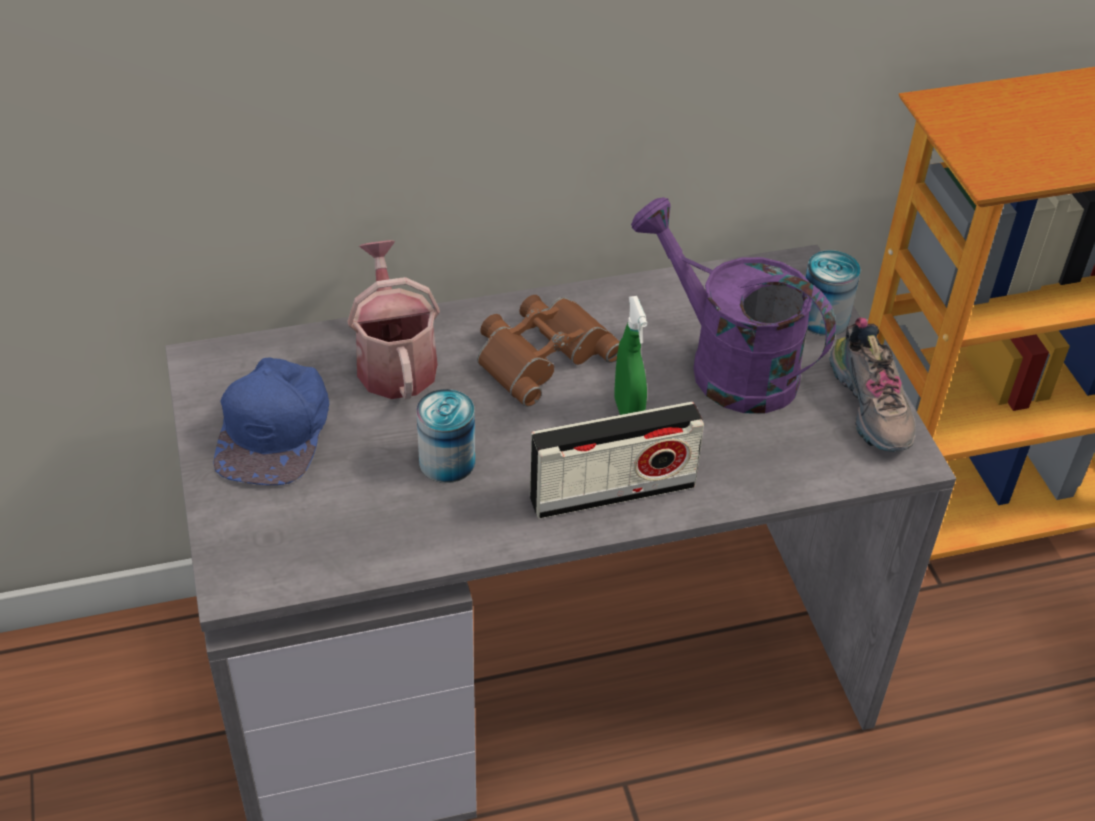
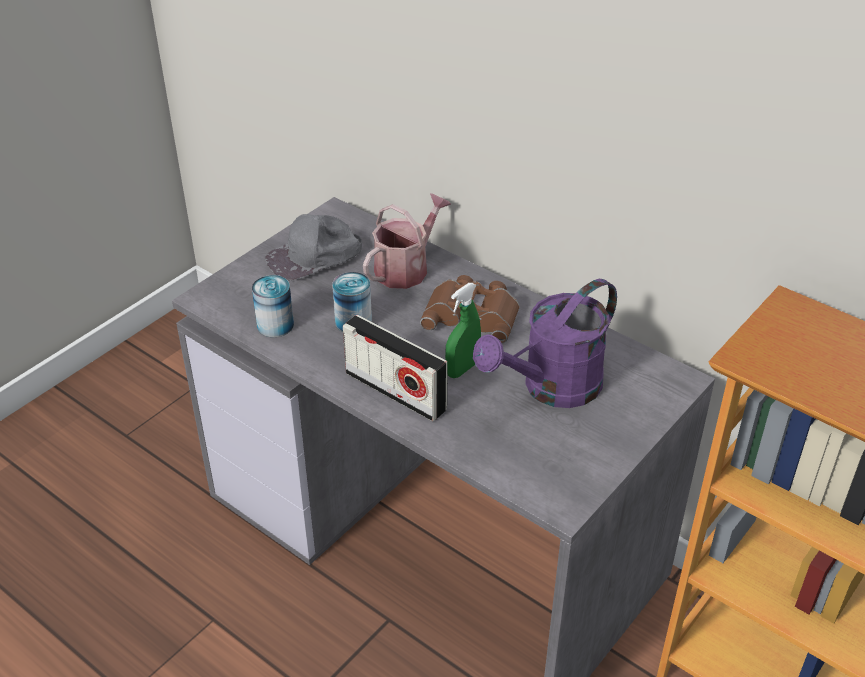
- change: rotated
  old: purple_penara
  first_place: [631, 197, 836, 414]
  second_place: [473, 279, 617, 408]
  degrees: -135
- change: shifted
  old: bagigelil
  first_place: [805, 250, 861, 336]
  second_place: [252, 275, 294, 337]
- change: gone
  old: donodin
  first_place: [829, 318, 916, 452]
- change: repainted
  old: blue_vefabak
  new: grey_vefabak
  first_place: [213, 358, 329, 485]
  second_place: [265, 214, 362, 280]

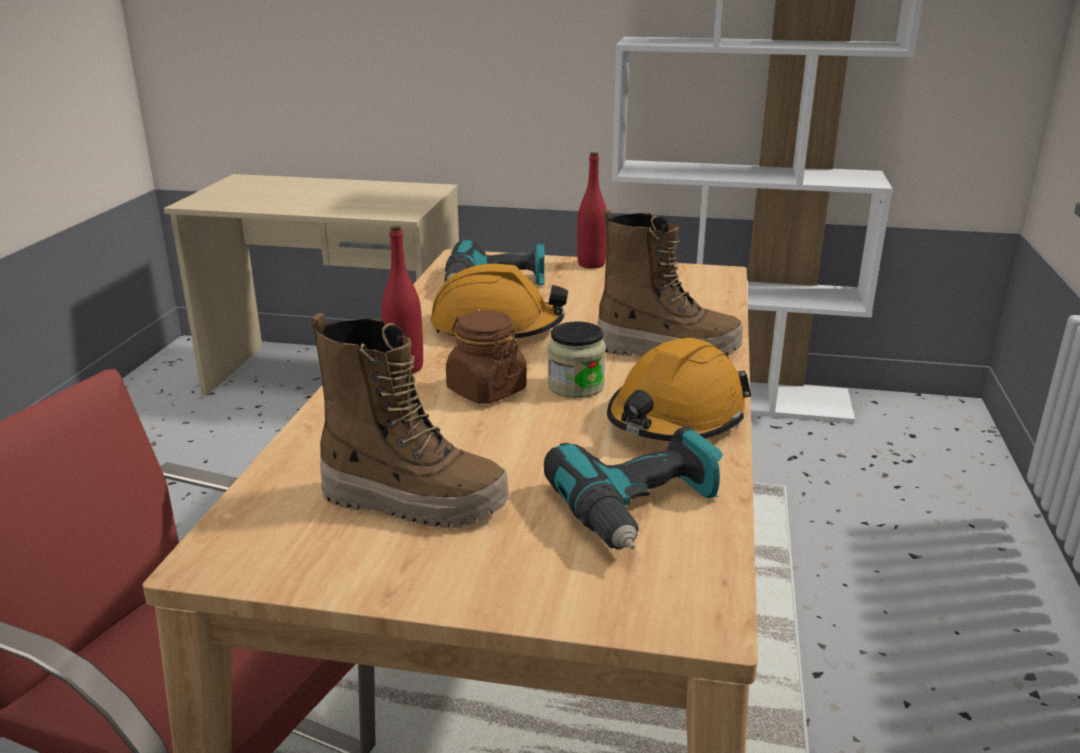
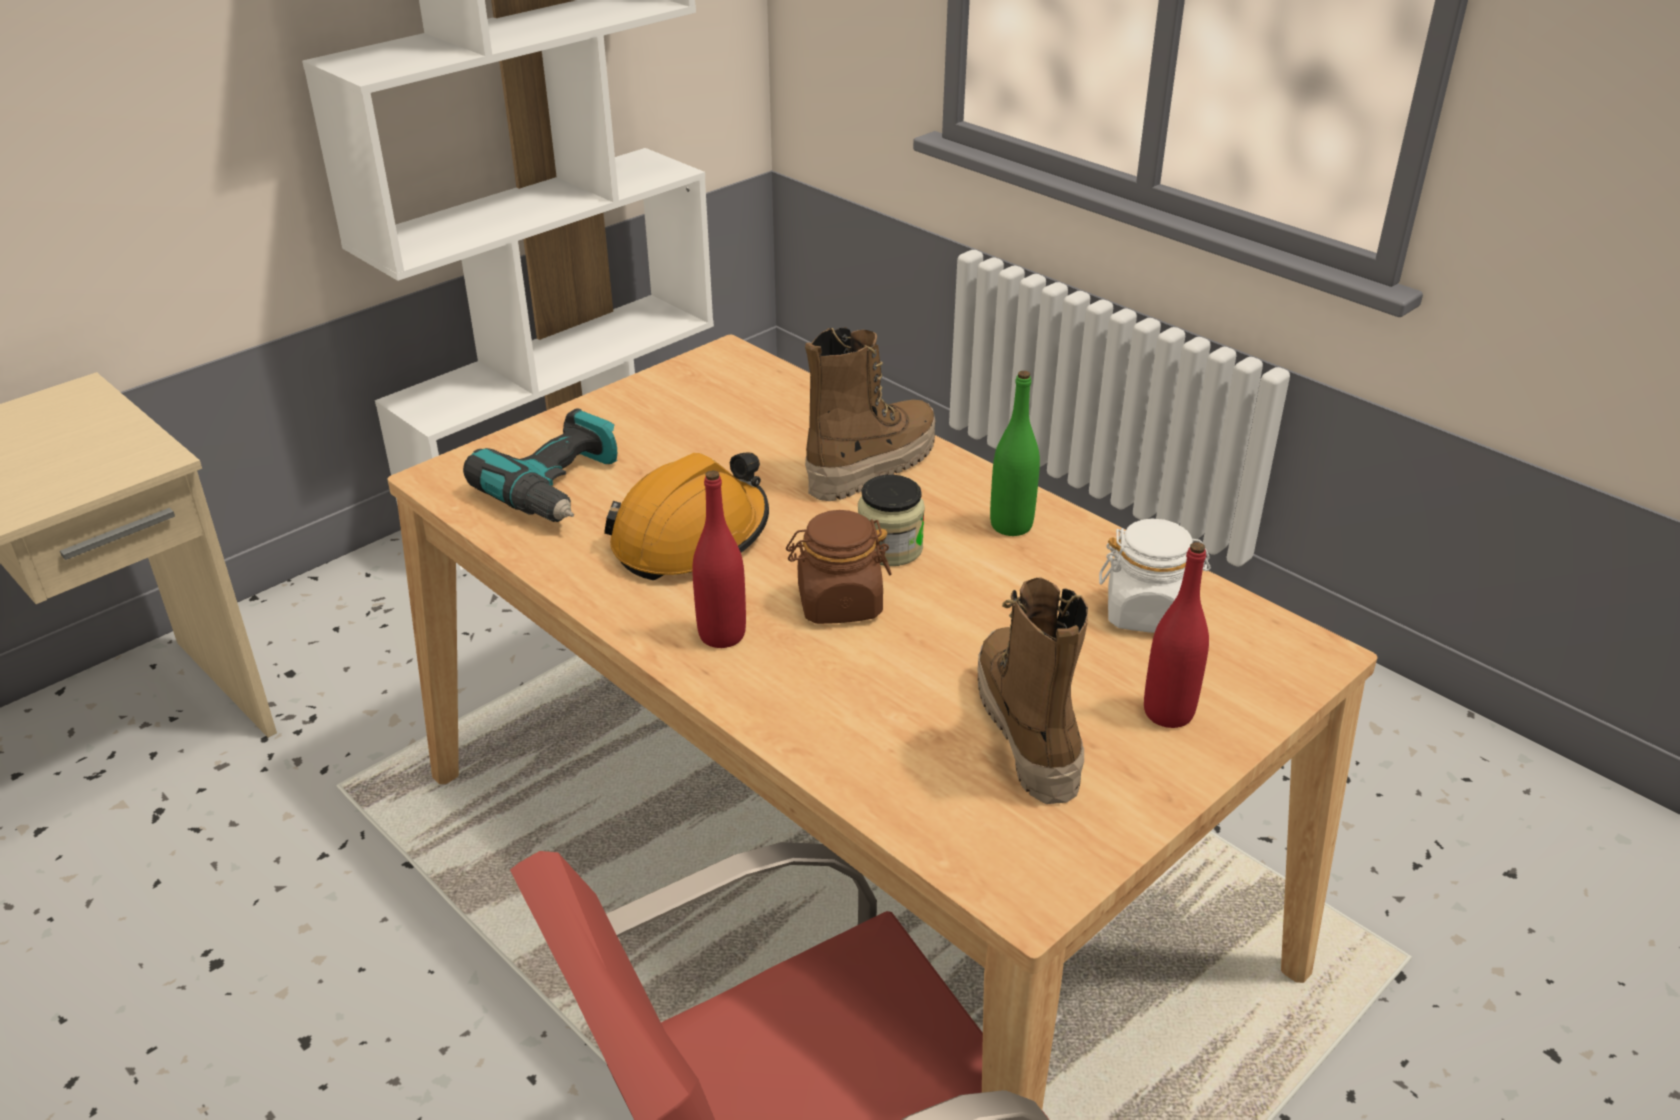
- change: shifted
  old: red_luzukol
  first_place: [577, 152, 607, 269]
  second_place: [1144, 542, 1209, 728]
- change: rotated
  old: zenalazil
  first_place: [311, 313, 509, 528]
  second_place: [977, 577, 1088, 804]
  degrees: -60
- change: swapped
  old: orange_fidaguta
  new: green_luzukol
  first_place: [607, 338, 751, 441]
  second_place: [990, 371, 1040, 536]
- change: swapped
  old: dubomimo
  new: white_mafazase
  first_place: [544, 426, 723, 550]
  second_place: [1099, 519, 1211, 633]

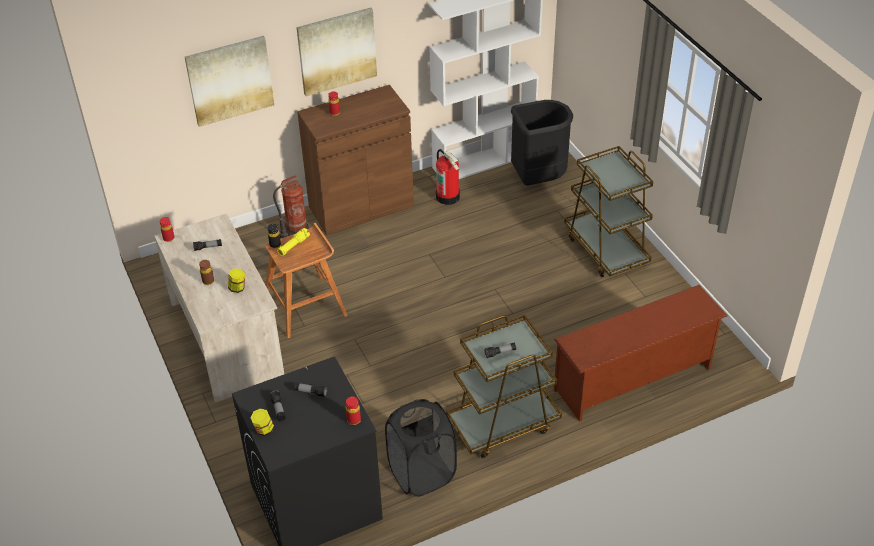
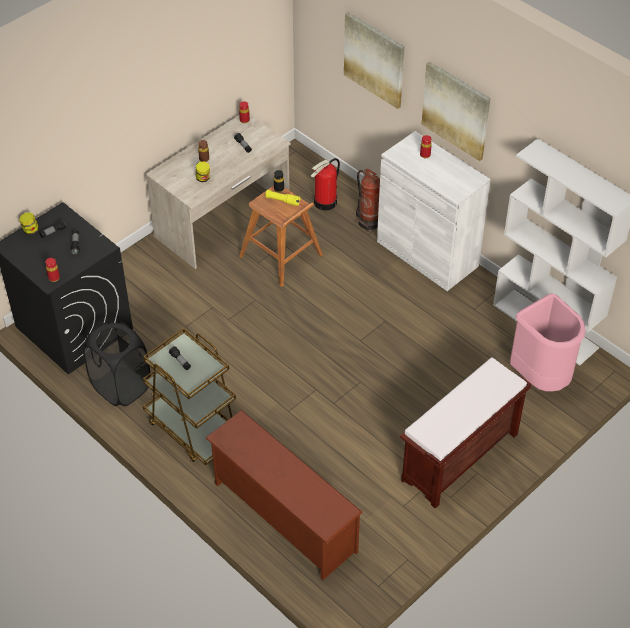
- change: repainted
  old: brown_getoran
  new: white_getoran
  first_place: [297, 85, 414, 235]
  second_place: [377, 131, 491, 291]
- change: repainted
  old: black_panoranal
  new: pink_panoranal
  first_place: [511, 100, 573, 186]
  second_place: [510, 293, 586, 392]
- change: swapped
  old: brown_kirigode
  new: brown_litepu
  first_place: [564, 146, 653, 277]
  second_place: [400, 357, 531, 509]
- change: shifted
  old: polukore
  first_place: [436, 149, 460, 205]
  second_place: [311, 158, 340, 210]

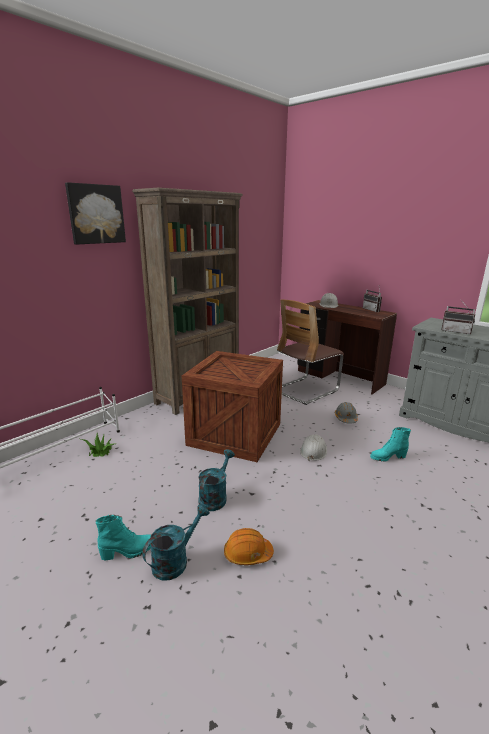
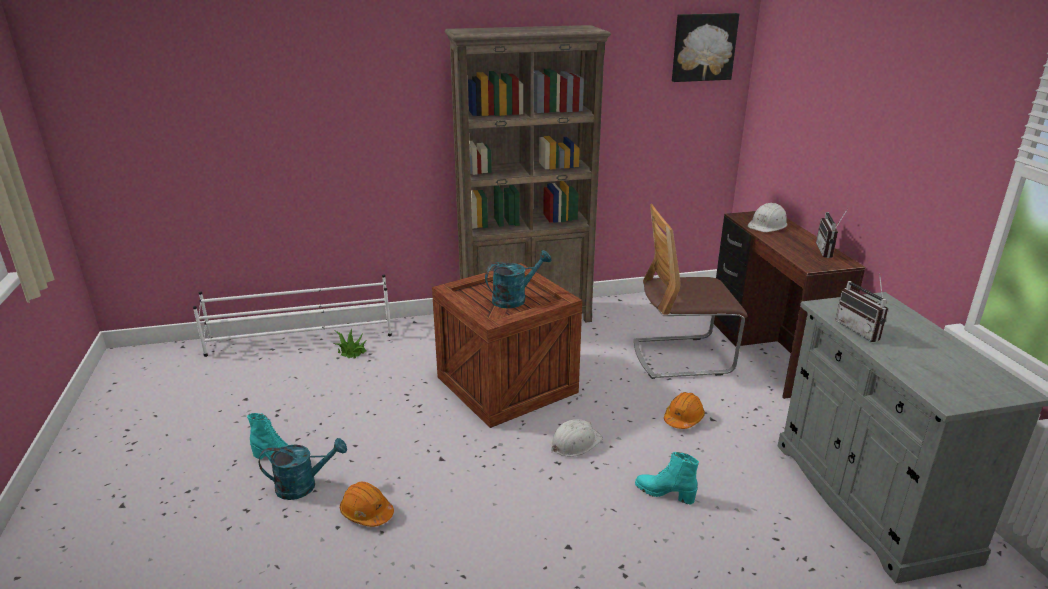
- change: shifted
  old: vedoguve
  first_place: [65, 182, 126, 244]
  second_place: [672, 13, 739, 82]
- change: repainted
  old: grey_fidaguta
  new: orange_fidaguta
  first_place: [335, 402, 358, 424]
  second_place: [664, 392, 705, 429]
- change: shifted
  old: turquoise_penara
  first_place: [198, 449, 235, 511]
  second_place: [485, 250, 552, 308]

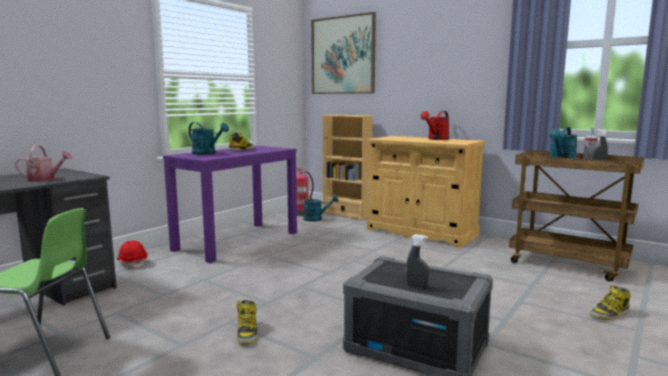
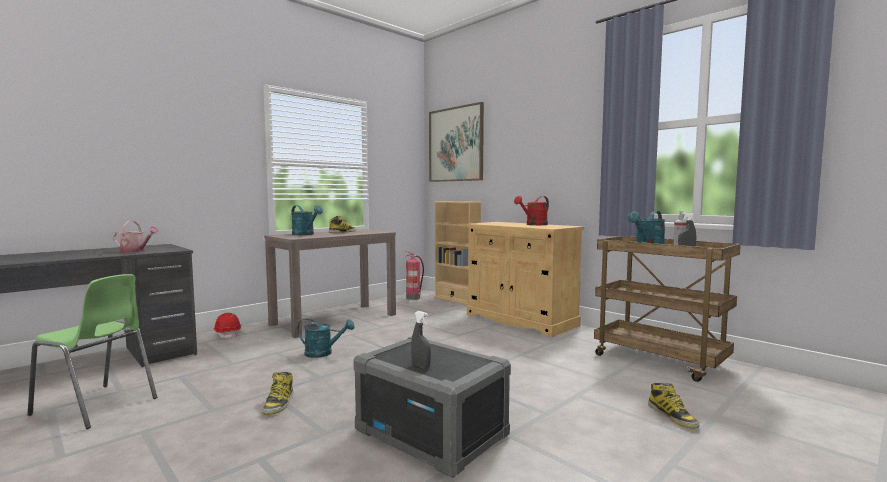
- change: repainted
  old: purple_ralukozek
  new: brown_ralukozek
  first_place: [163, 146, 297, 263]
  second_place: [264, 229, 396, 338]
- change: shifted
  old: turquoise_penara
  first_place: [299, 195, 339, 221]
  second_place: [297, 319, 354, 358]
- change: rotated
  old: zenalazil
  first_place: [590, 285, 631, 320]
  second_place: [648, 383, 700, 429]
  degrees: -90

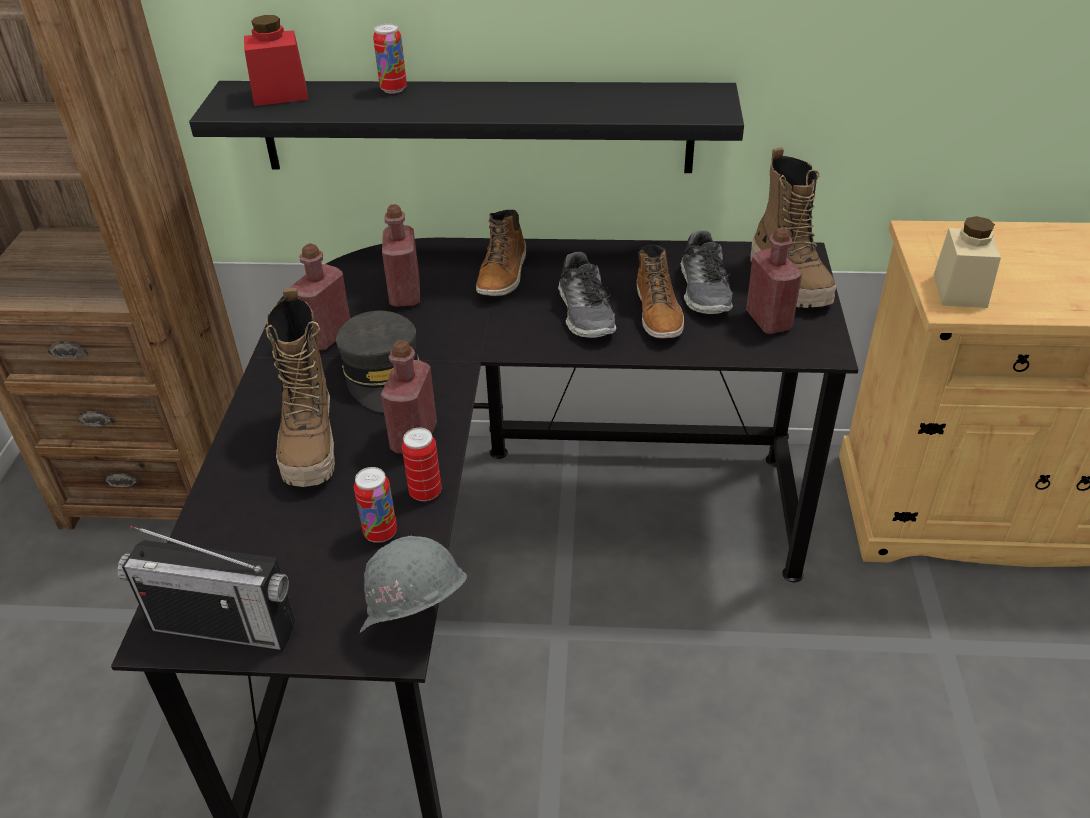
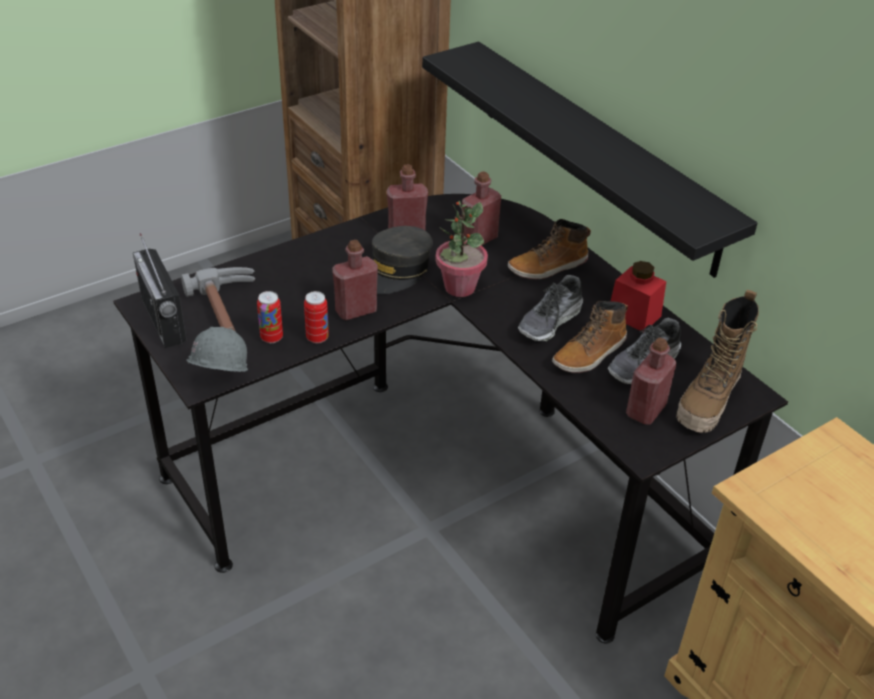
- change: shifted
  old: red_mafazase
  first_place: [244, 15, 308, 106]
  second_place: [611, 261, 666, 332]
- change: gone
  old: bagigelil
  first_place: [373, 23, 407, 94]
- change: gone
  old: beige_mafazase
  first_place: [934, 216, 1001, 308]
- change: gone
  old: zenalazil
  first_place: [266, 288, 335, 487]
- change: new
  new: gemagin
  second_place: [435, 200, 488, 297]
- change: new
  new: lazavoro
  second_place: [181, 267, 255, 331]

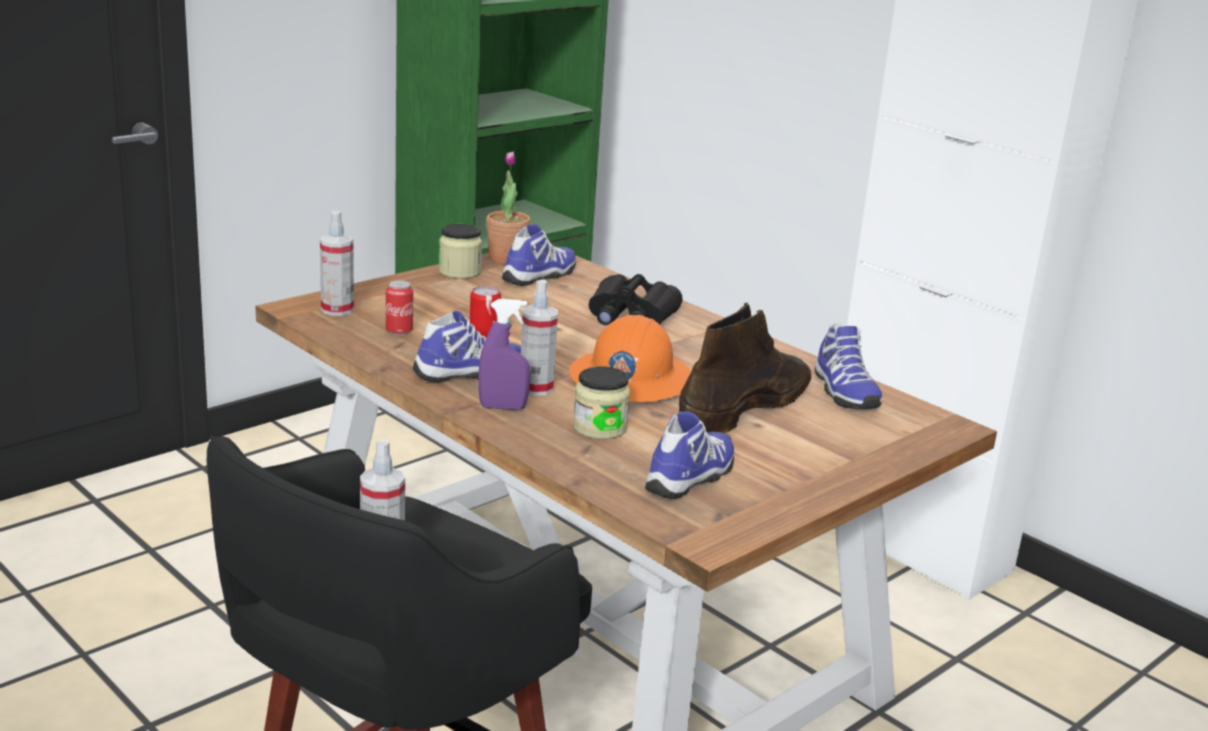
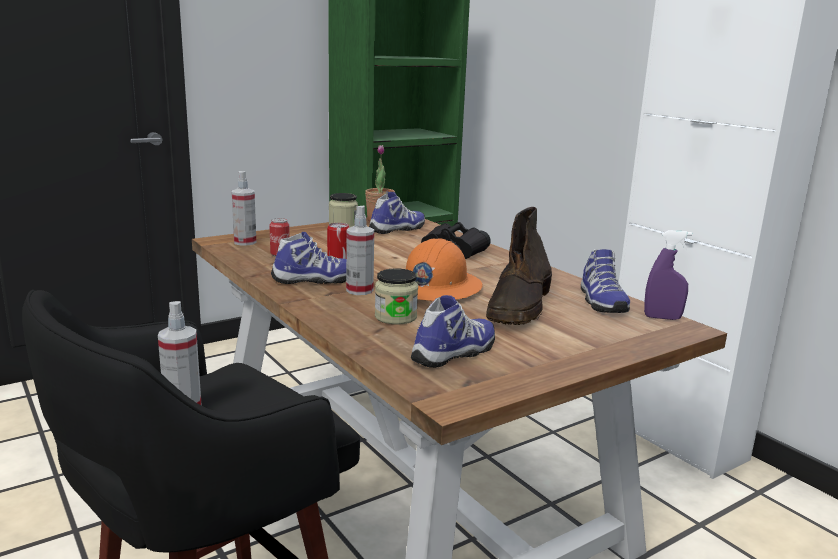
- change: shifted
  old: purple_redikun
  first_place: [478, 299, 531, 410]
  second_place: [644, 230, 692, 320]
- change: rotated
  old: brown_zenalazil
  first_place: [679, 303, 811, 433]
  second_place: [486, 207, 552, 325]
  degrees: 150

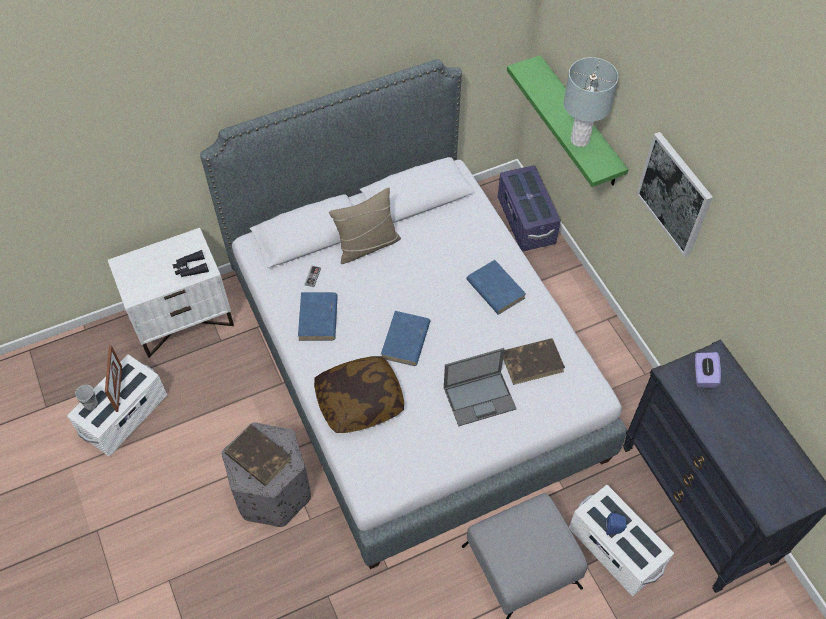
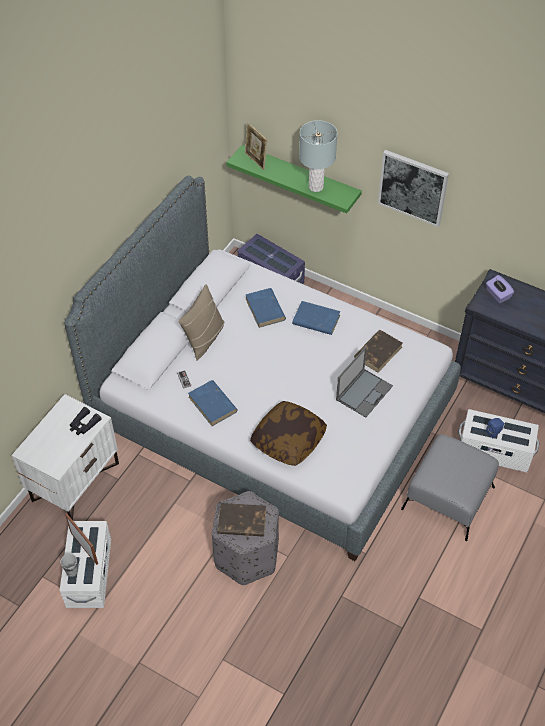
- change: shifted
  old: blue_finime
  first_place: [381, 311, 430, 366]
  second_place: [246, 288, 286, 328]
- change: new
  new: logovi
  second_place: [245, 122, 267, 170]

